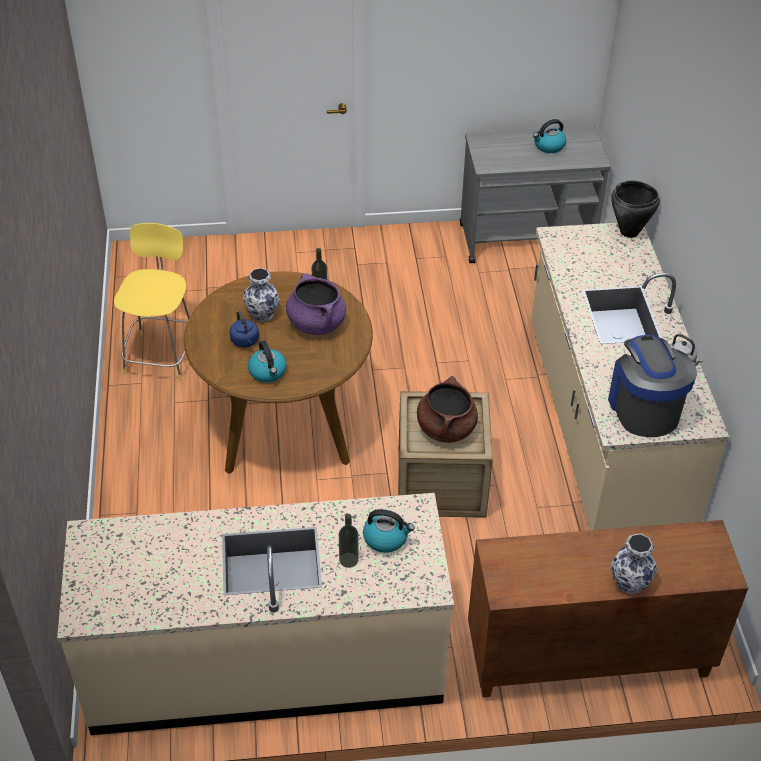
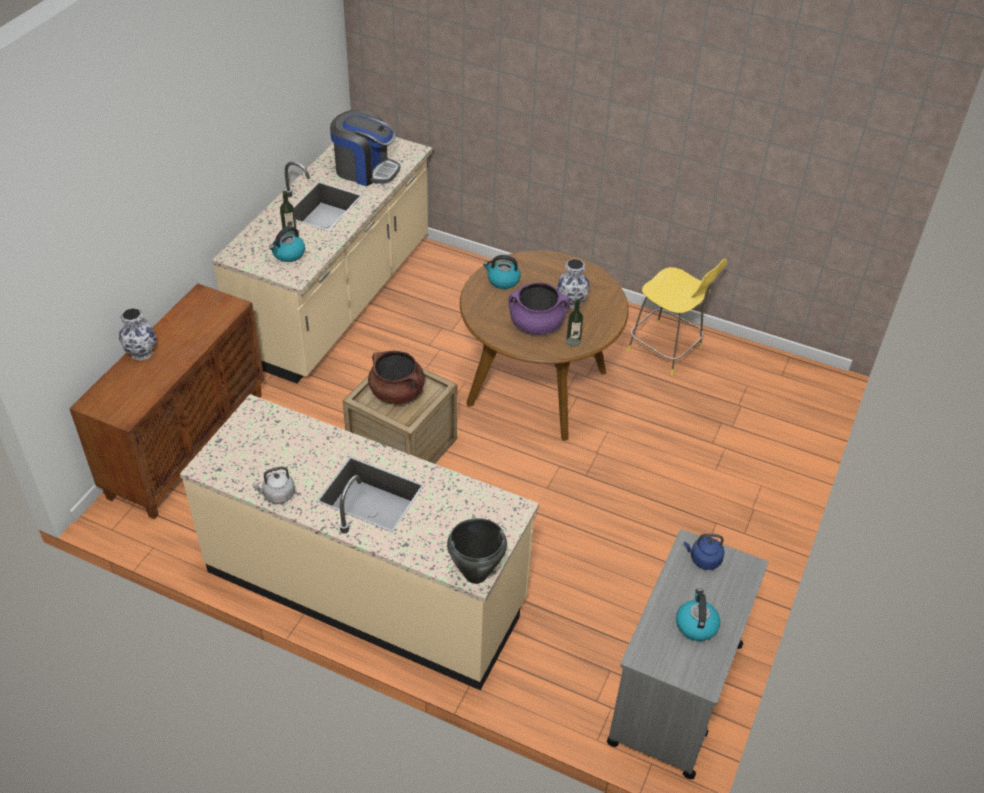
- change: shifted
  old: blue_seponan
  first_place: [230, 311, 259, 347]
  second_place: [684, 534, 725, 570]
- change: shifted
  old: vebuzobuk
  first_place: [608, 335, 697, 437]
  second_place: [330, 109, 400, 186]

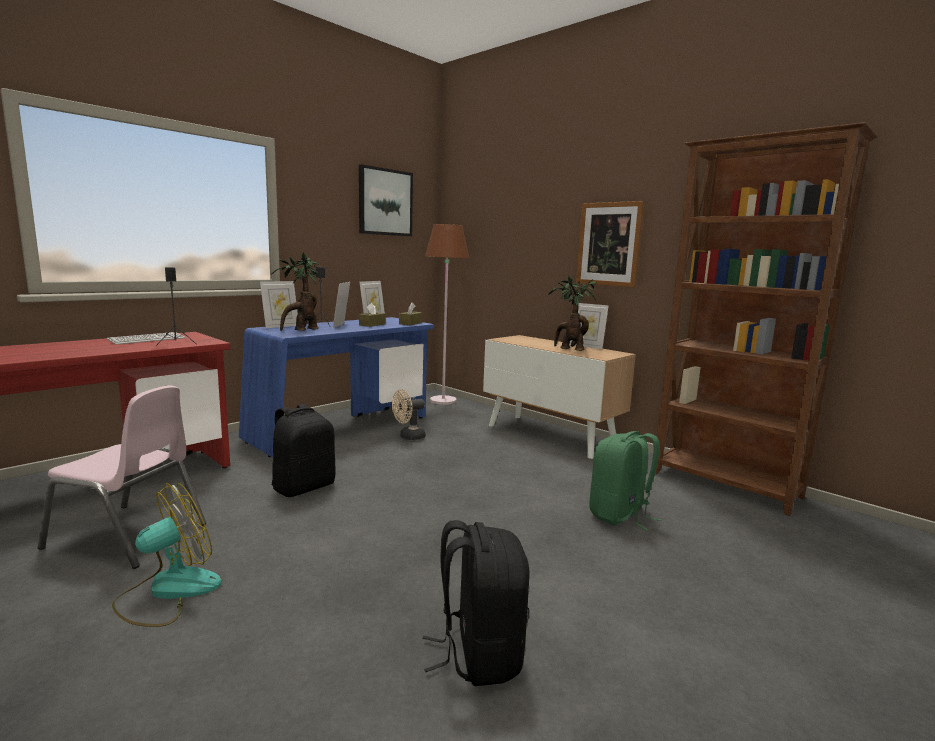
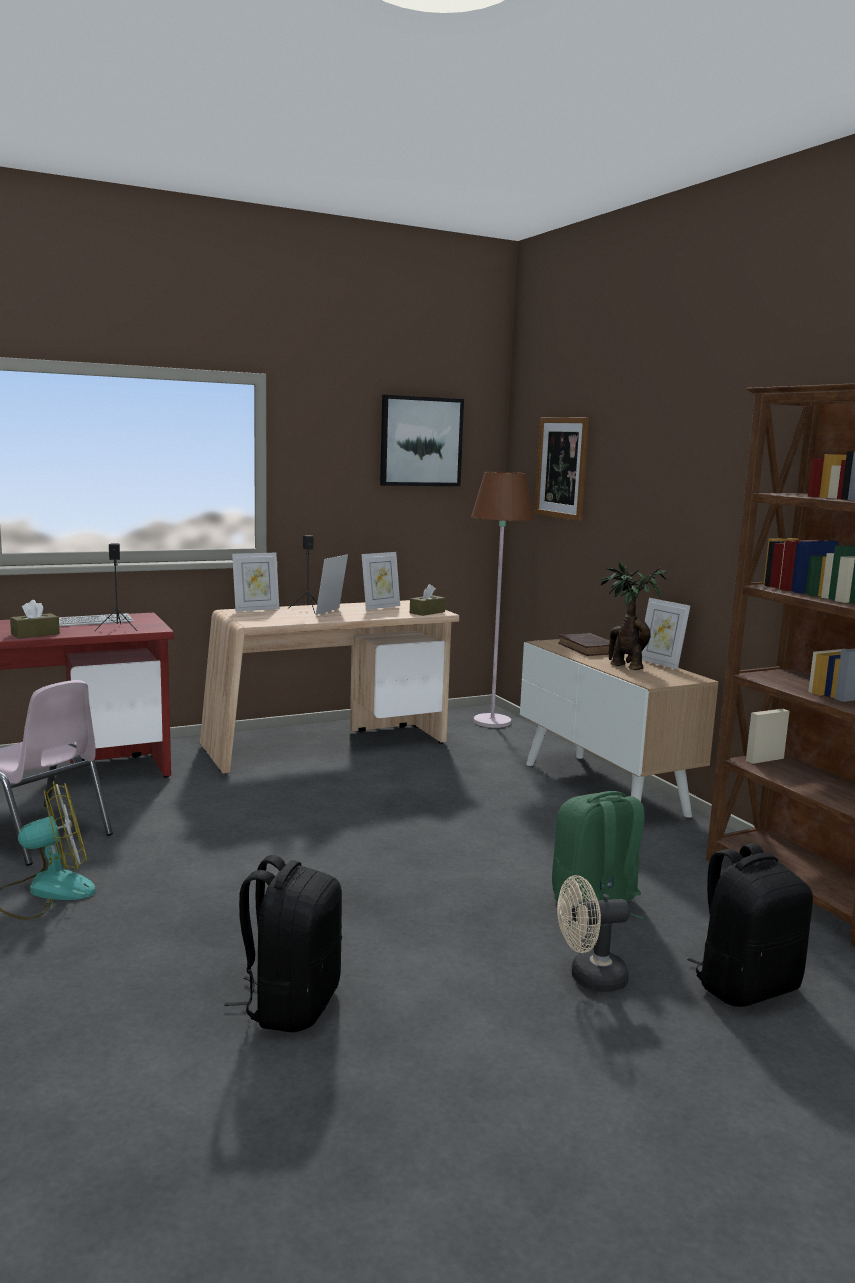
- change: shifted
  old: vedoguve
  first_place: [576, 201, 644, 287]
  second_place: [534, 417, 589, 521]
- change: gone
  old: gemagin
  first_place: [271, 252, 320, 331]
- change: shifted
  old: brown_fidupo
  first_place: [359, 303, 386, 327]
  second_place: [10, 600, 60, 638]
- change: repainted
  old: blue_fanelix
  new: beige_fanelix
  first_place: [239, 317, 434, 458]
  second_place: [200, 600, 459, 774]
- change: shifted
  old: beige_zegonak
  first_place: [392, 389, 426, 440]
  second_place: [557, 875, 630, 992]
- change: shifted
  old: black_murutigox
  first_place: [272, 404, 336, 497]
  second_place: [688, 843, 813, 1007]
- change: new
  new: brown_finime
  second_place: [558, 633, 617, 656]

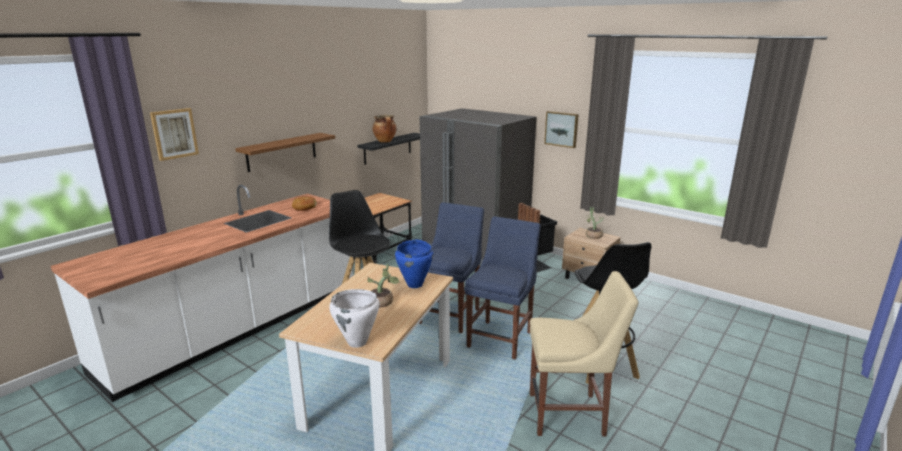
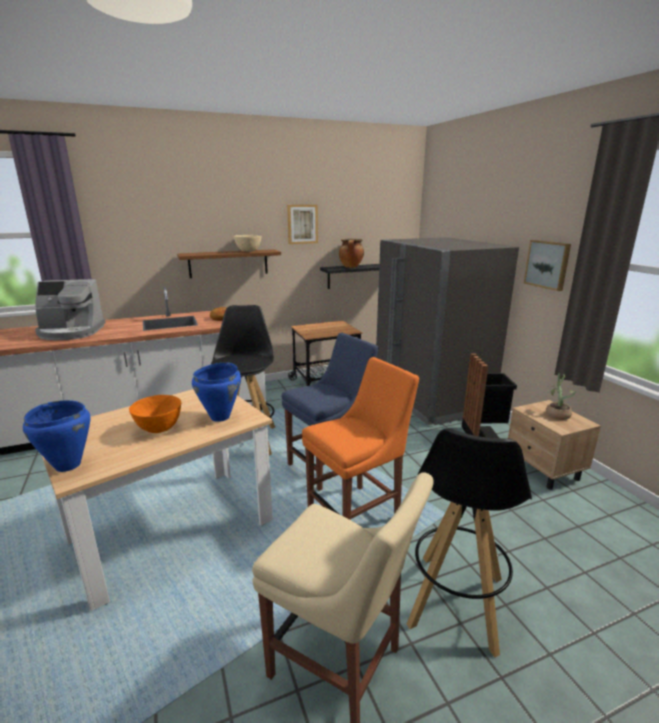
- change: shifted
  old: vedoguve
  first_place: [150, 108, 199, 161]
  second_place: [287, 205, 318, 244]
- change: repainted
  old: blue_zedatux
  new: orange_zedatux
  first_place: [464, 216, 541, 360]
  second_place: [302, 357, 419, 520]
- change: swapped
  old: gemagin
  new: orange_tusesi
  first_place: [367, 264, 400, 308]
  second_place: [129, 395, 181, 433]
- change: repainted
  old: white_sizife
  new: blue_sizife
  first_place: [329, 289, 380, 348]
  second_place: [23, 400, 90, 472]
- change: new
  new: beige_tusesi
  second_place: [233, 235, 262, 252]
- change: new
  new: vebuzobuk
  second_place: [35, 279, 105, 340]

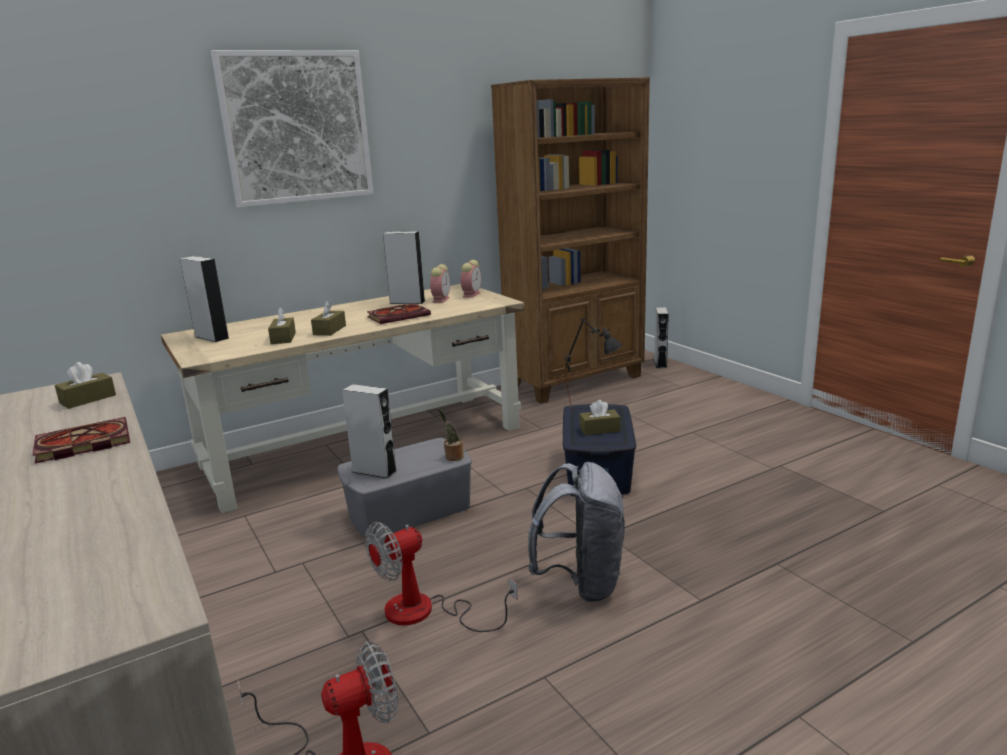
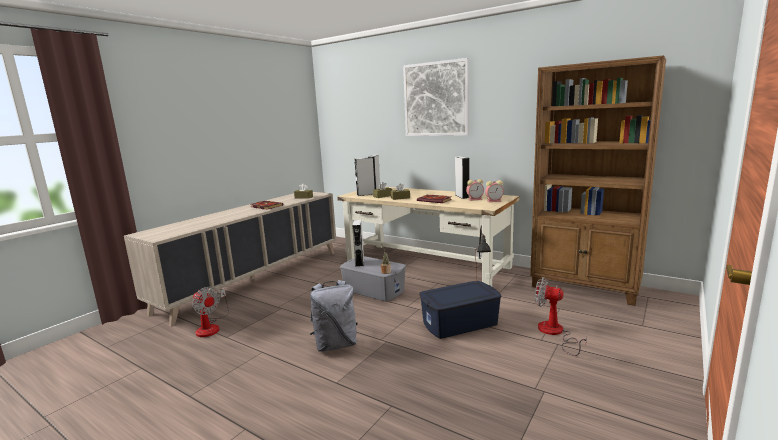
- change: shifted
  old: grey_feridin
  first_place: [654, 307, 669, 368]
  second_place: [354, 157, 375, 196]
- change: gone
  old: brown_fidupo
  first_place: [580, 400, 621, 435]
- change: shifted
  old: zegonak
  first_place: [365, 522, 518, 632]
  second_place: [535, 277, 587, 356]

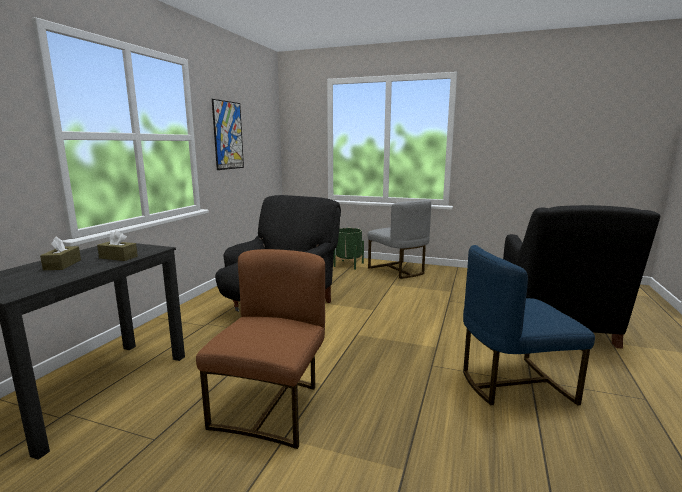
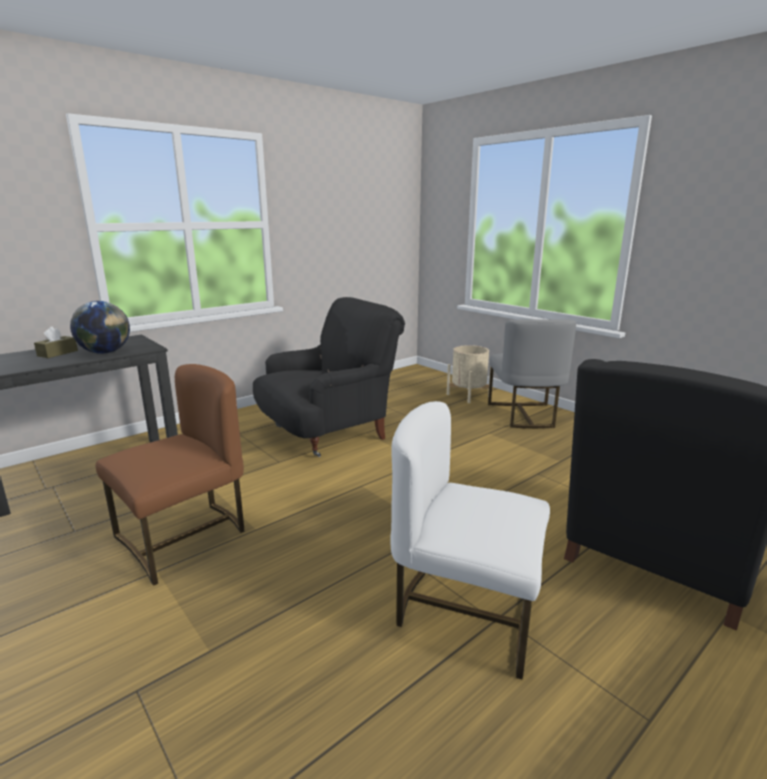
- change: gone
  old: vedoguve
  first_place: [212, 99, 244, 170]
- change: repainted
  old: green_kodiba
  new: beige_kodiba
  first_place: [333, 228, 364, 270]
  second_place: [447, 345, 491, 403]
- change: swapped
  old: brown_fidupo
  new: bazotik
  first_place: [97, 230, 138, 261]
  second_place: [70, 301, 130, 354]
- change: repainted
  old: blue_zedatux
  new: white_zedatux
  first_place: [463, 245, 595, 405]
  second_place: [390, 401, 550, 679]

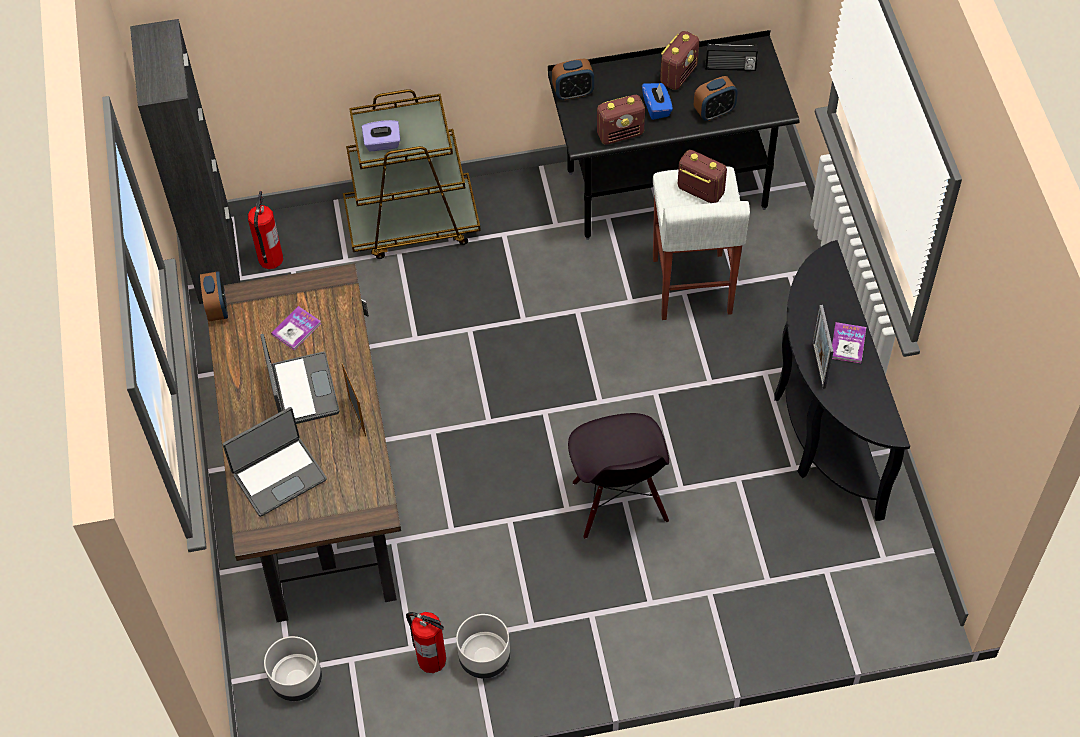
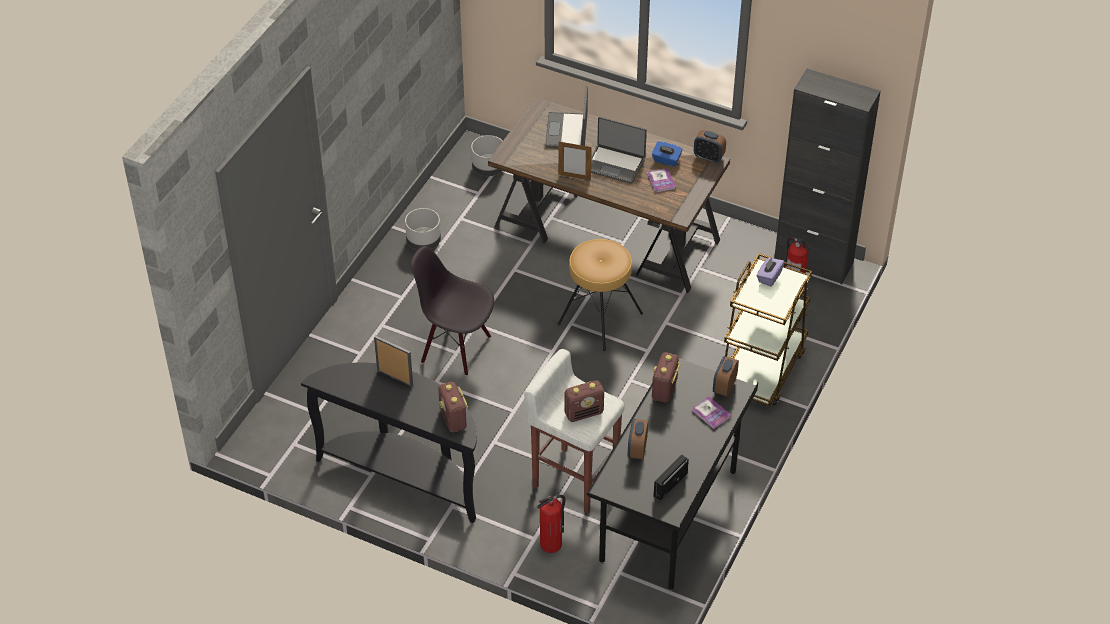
- change: shifted
  old: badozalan
  first_place: [660, 31, 699, 90]
  second_place: [438, 382, 468, 432]
- change: shifted
  old: blue_fidupo
  first_place: [642, 83, 673, 120]
  second_place: [652, 142, 682, 167]
- change: shifted
  old: finime
  first_place: [832, 322, 866, 363]
  second_place: [691, 397, 731, 429]
- change: shifted
  old: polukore
  first_place: [406, 612, 446, 673]
  second_place: [537, 495, 565, 553]
- change: new
  new: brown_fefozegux
  second_place: [557, 239, 643, 351]

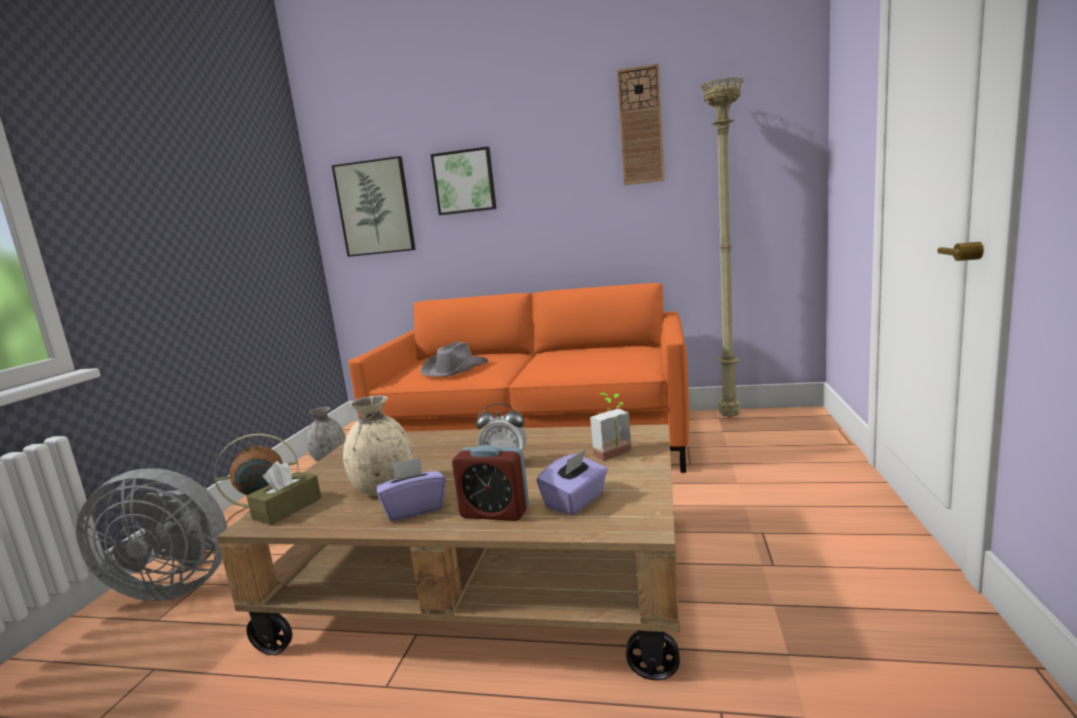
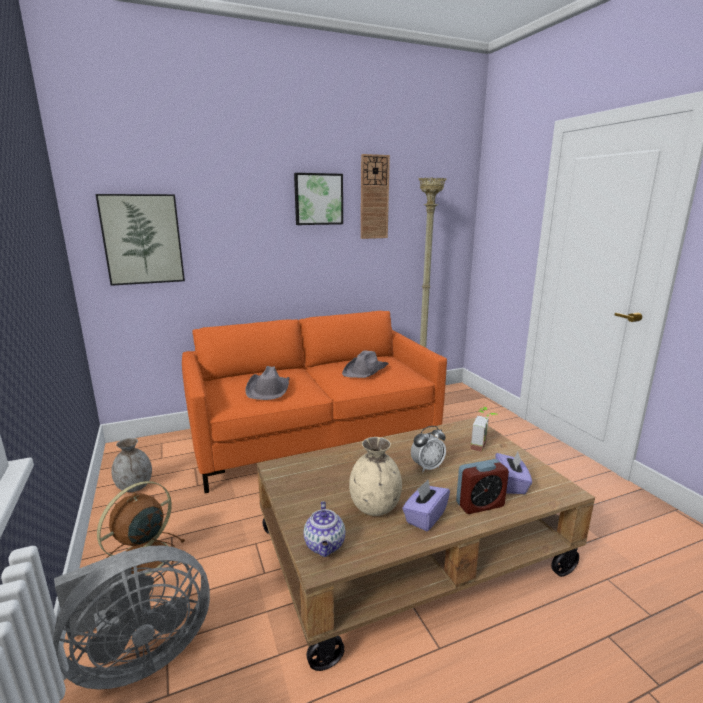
- change: shifted
  old: vedoguve
  first_place: [431, 147, 497, 215]
  second_place: [294, 173, 343, 225]
- change: swapped
  old: brown_fidupo
  new: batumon
  first_place: [246, 461, 321, 525]
  second_place: [304, 501, 345, 557]
- change: new
  new: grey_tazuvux
  second_place: [342, 350, 389, 378]

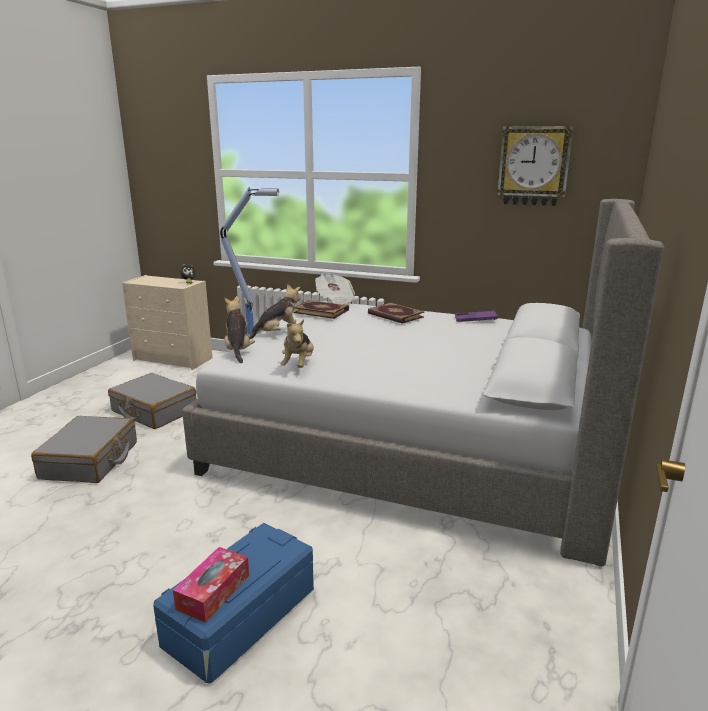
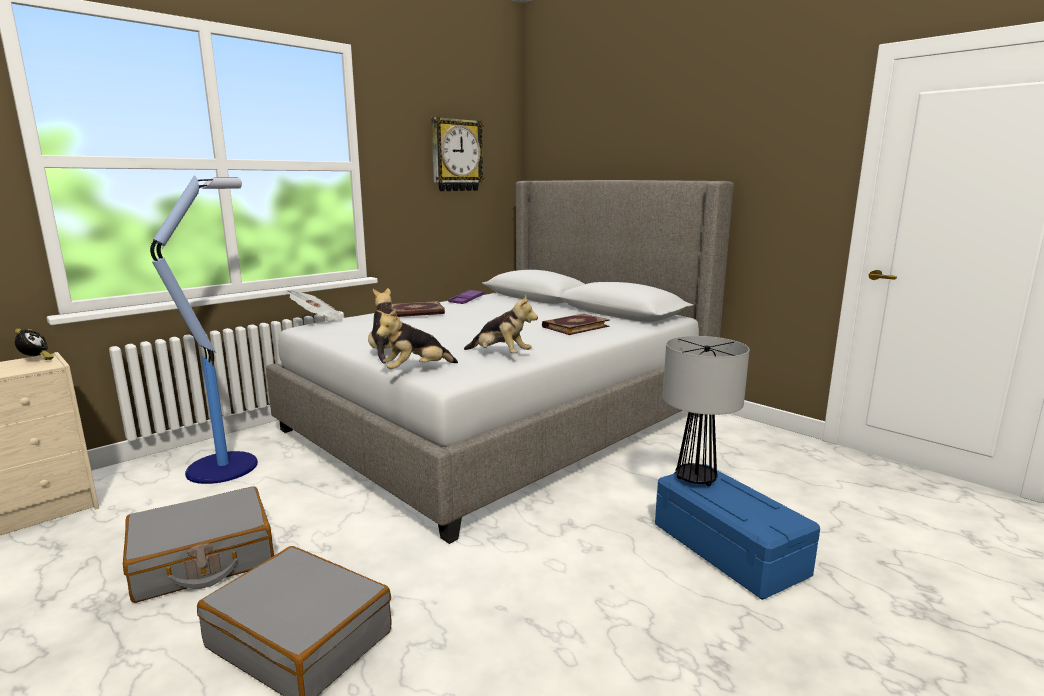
- change: rotated
  old: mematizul
  first_place: [224, 296, 255, 363]
  second_place: [376, 310, 458, 369]
  degrees: -45
- change: shifted
  old: finime
  first_place: [294, 300, 349, 319]
  second_place: [542, 314, 610, 335]
- change: gone
  old: fidupo
  first_place: [173, 547, 249, 623]
- change: new
  new: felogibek
  second_place: [663, 336, 750, 486]

